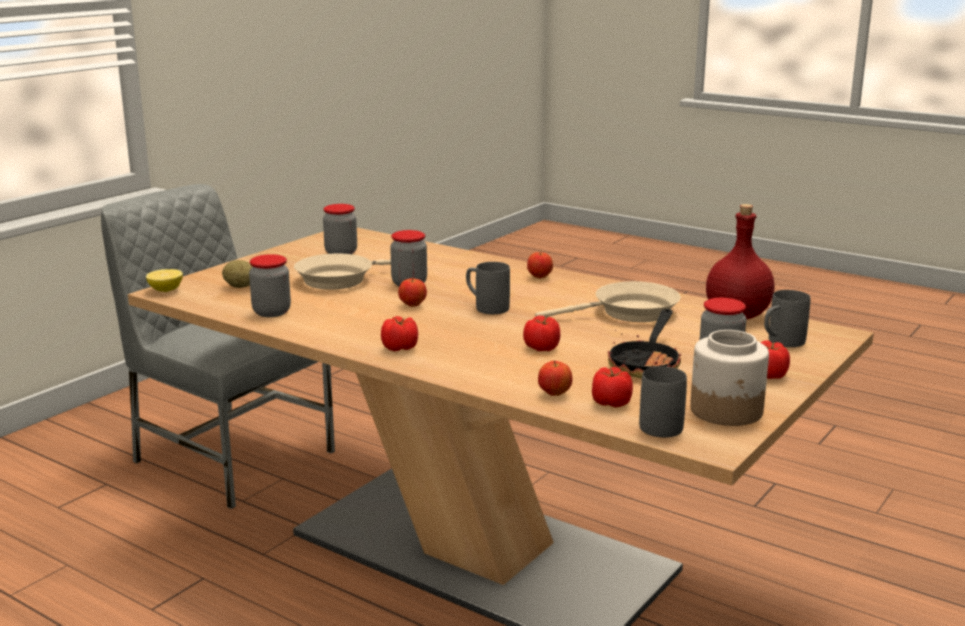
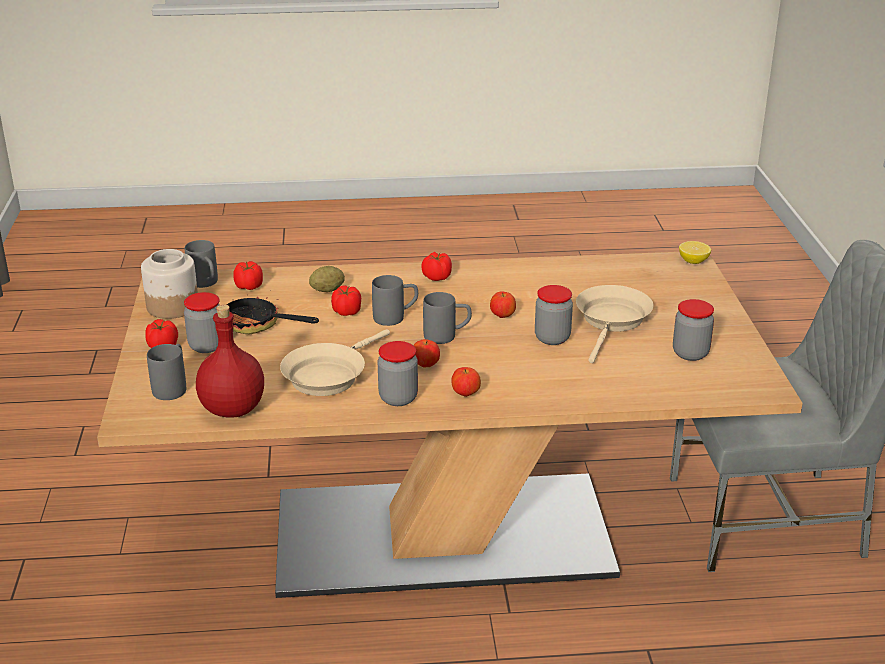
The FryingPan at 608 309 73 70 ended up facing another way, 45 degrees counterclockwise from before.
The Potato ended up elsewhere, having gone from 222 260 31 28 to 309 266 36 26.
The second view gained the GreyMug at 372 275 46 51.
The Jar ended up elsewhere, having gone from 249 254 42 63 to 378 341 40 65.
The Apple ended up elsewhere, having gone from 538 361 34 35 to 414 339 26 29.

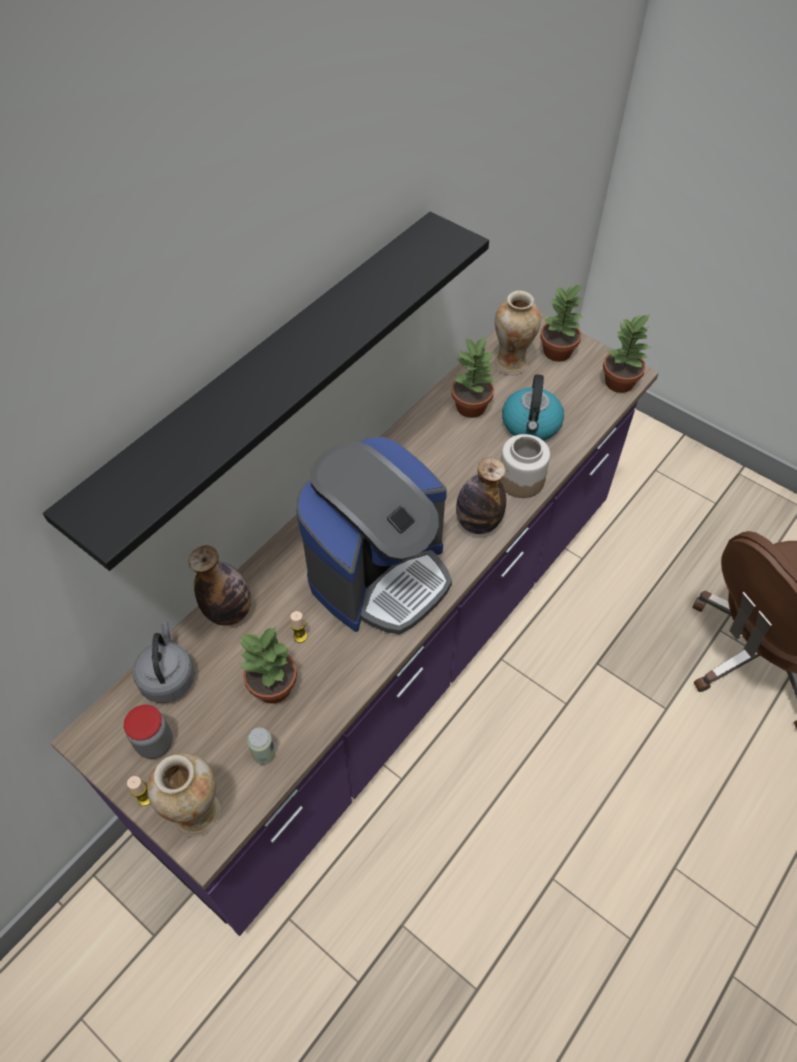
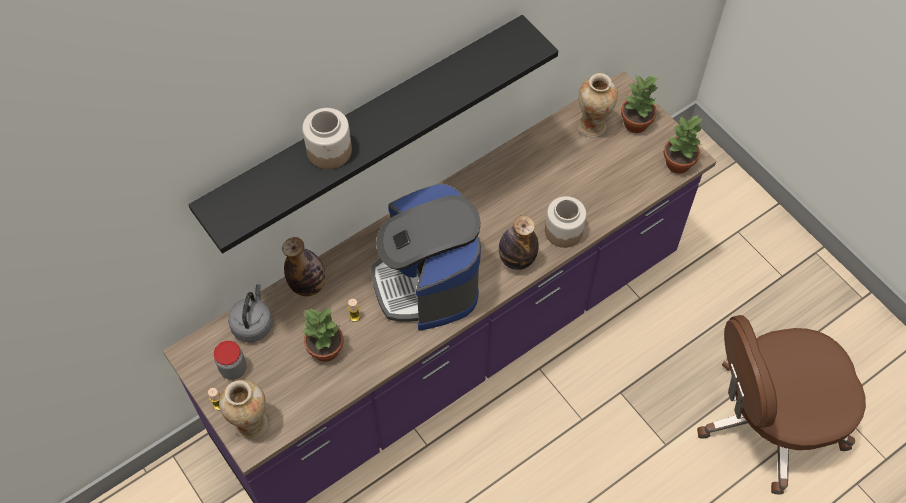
The second view gained the Jar at 302 108 50 61.
The CoffeeMachine at 296 437 156 198 ended up facing another way, 105 degrees clockwise from before.
The second view lost the Can at 247 728 29 37.
The second view lost the PottedPlant at 451 336 46 82.
The second view lost the Kettle at 502 374 62 67.

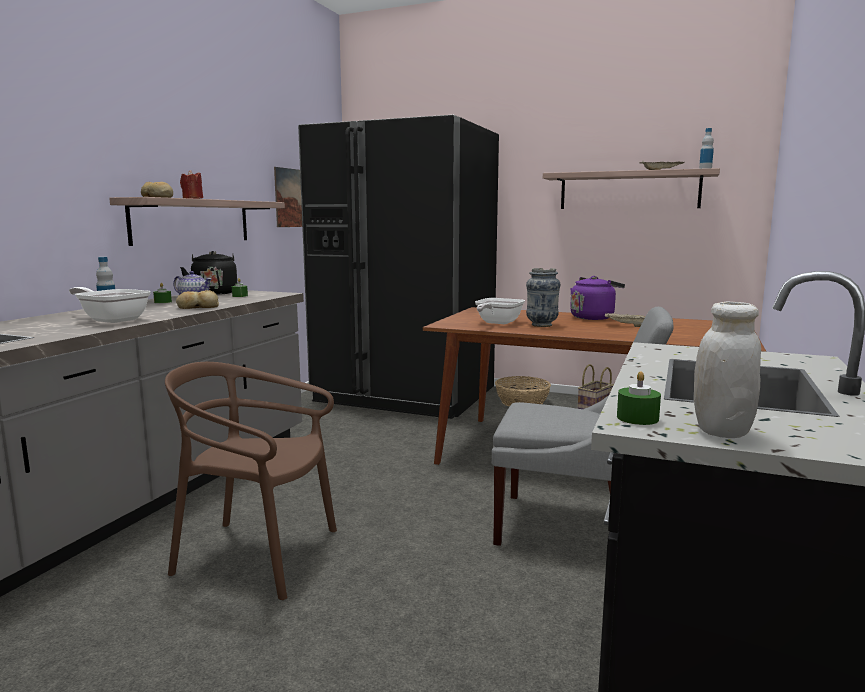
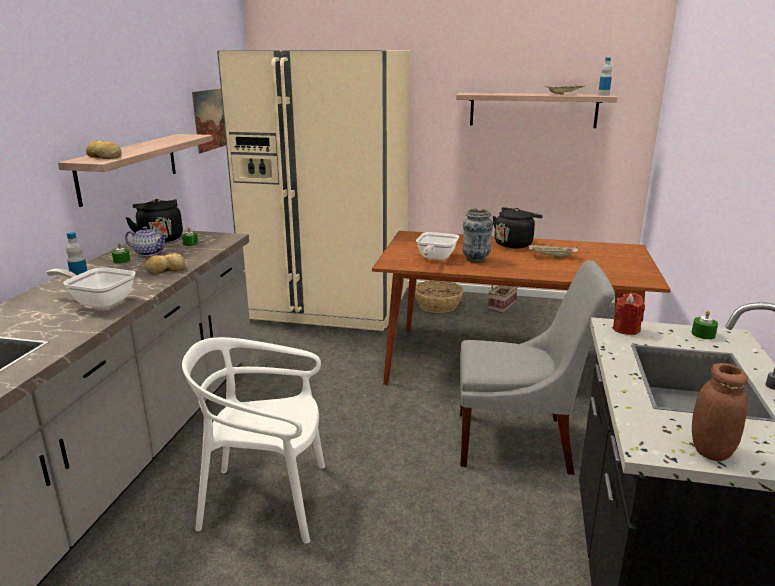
What was the BrownChair at 165 362 172 238 turned into the WhiteChair at 182 337 143 206.
What was the BlackFridge at 298 115 201 304 turned into the BeigeFridge at 217 50 193 281.
What was the PurpleKettle at 570 276 55 44 turned into the BlackKettle at 493 207 50 41.
The RedCandle ended up elsewhere, having gone from 180 170 23 29 to 613 293 32 42.
The GreenCandle ended up elsewhere, having gone from 617 371 44 54 to 691 310 27 29.
What was the WhiteJar at 694 302 67 136 turned into the BrownJar at 692 363 56 98.

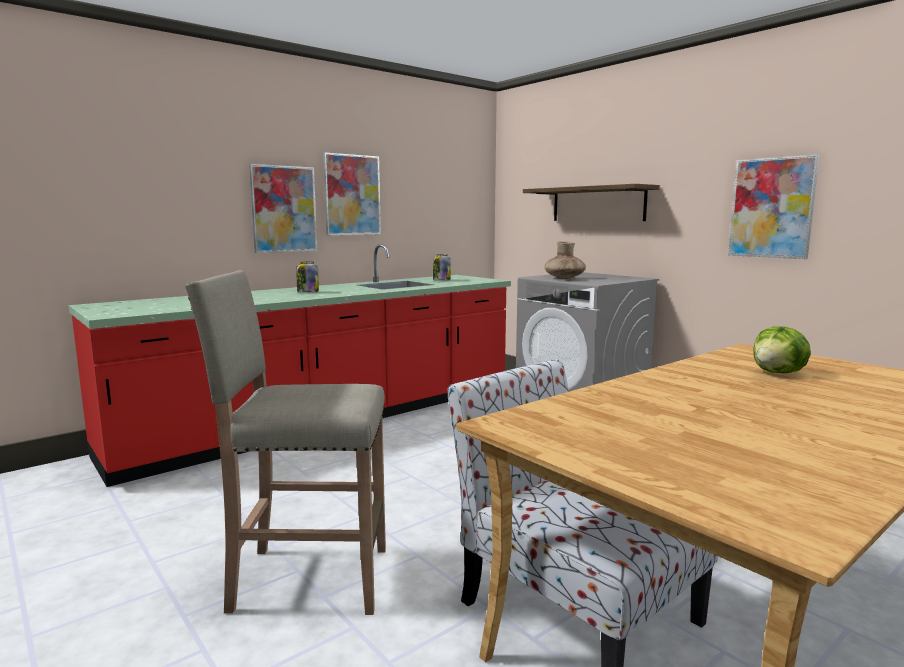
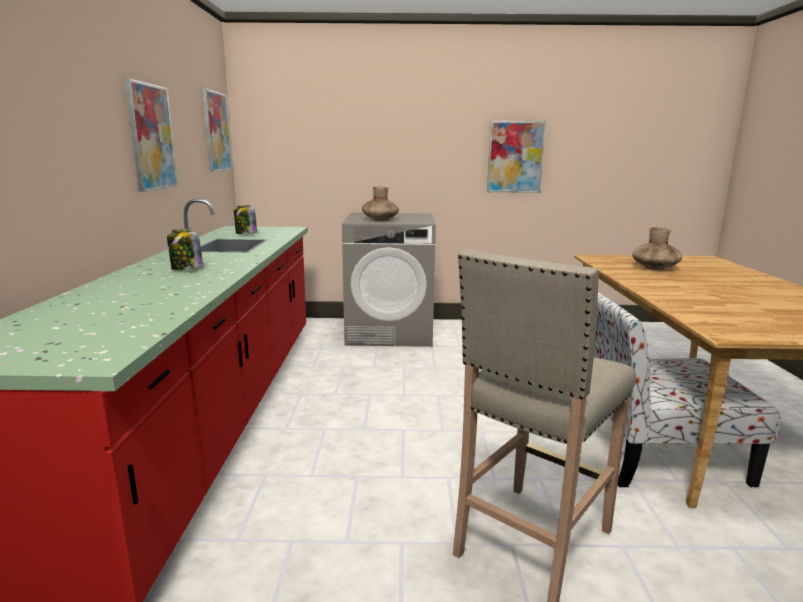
The Picture ended up elsewhere, having gone from 249 164 68 89 to 202 88 30 84.
Where the Lettuce stood at 753 326 58 47, the BrownVase came to stand at 632 227 50 43.
The second view lost the Shelf at 523 184 137 37.

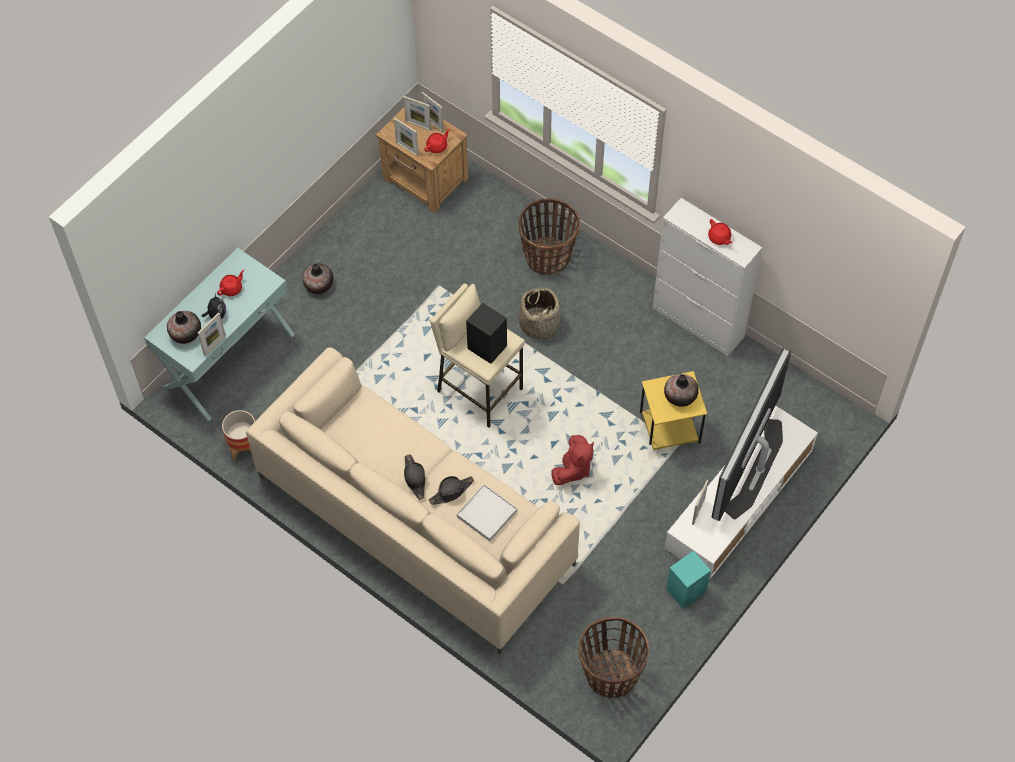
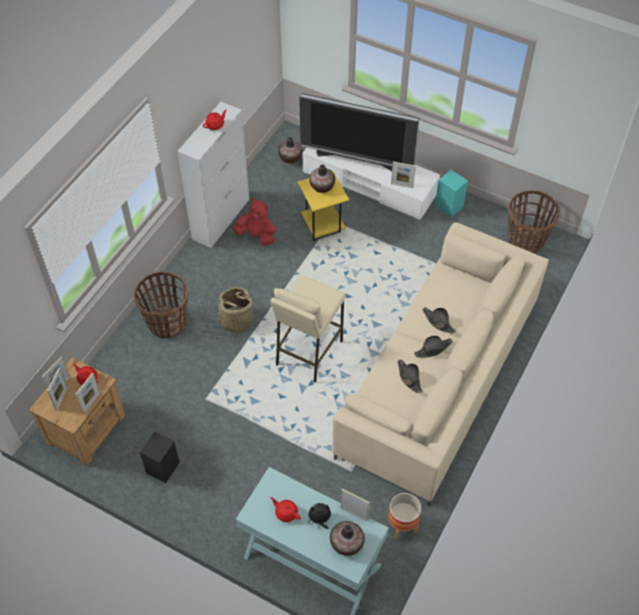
The BlackSpeaker ended up elsewhere, having gone from 466 303 41 61 to 140 431 40 52.
The RedPlushToy ended up elsewhere, having gone from 552 435 42 50 to 232 198 44 48.
The Vase ended up elsewhere, having gone from 302 263 31 31 to 278 137 24 26.
The second view gained the BlackHat at 398 359 25 34.
The second view lost the WhiteTray at 456 484 61 57.

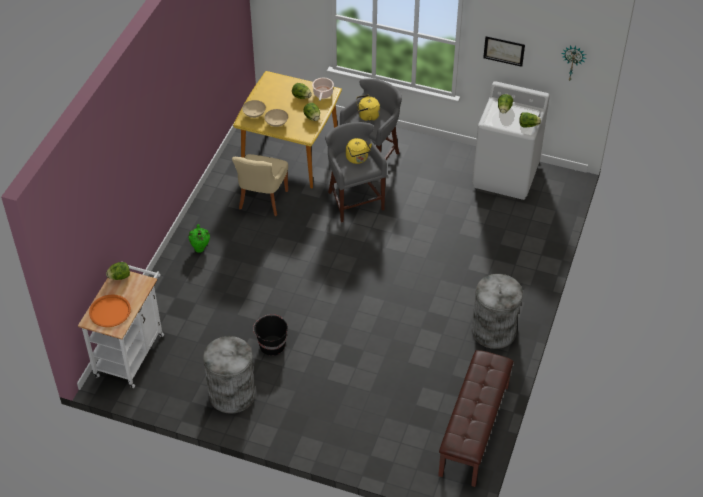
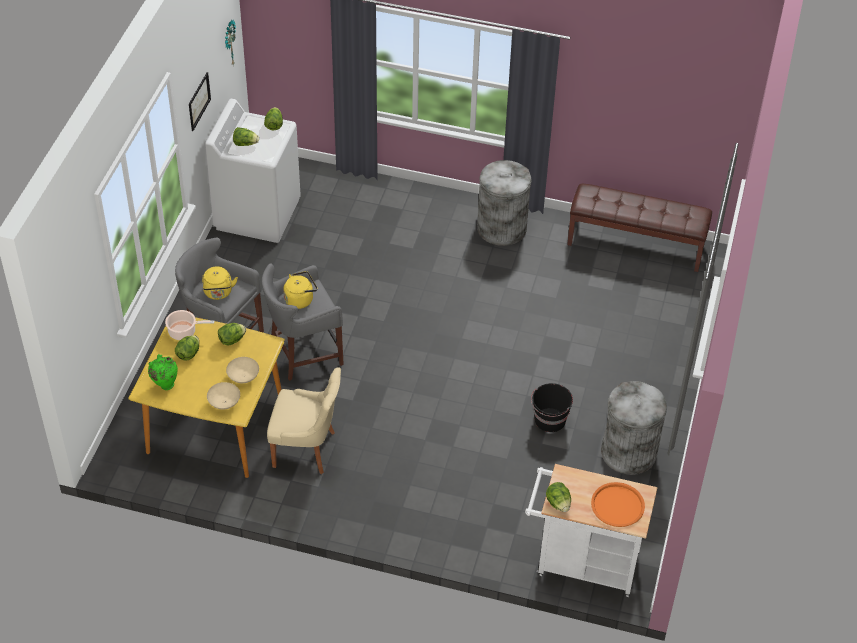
The GreenVase ended up elsewhere, having gone from 189 224 21 29 to 148 354 30 36.

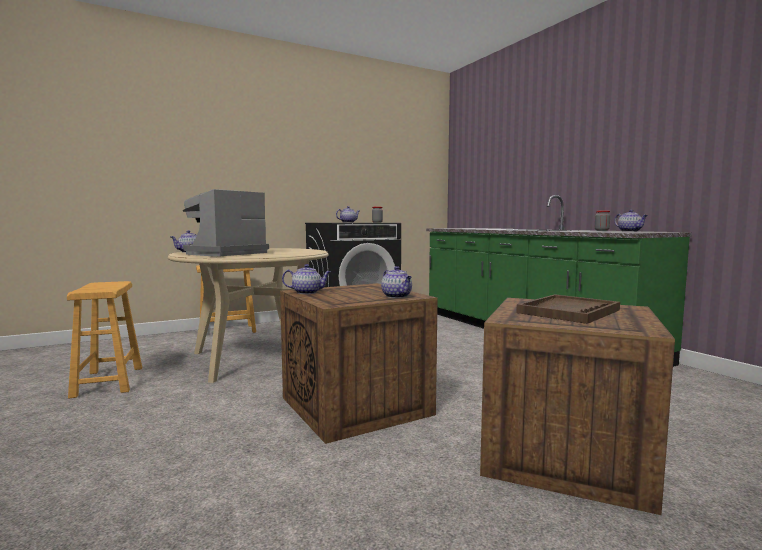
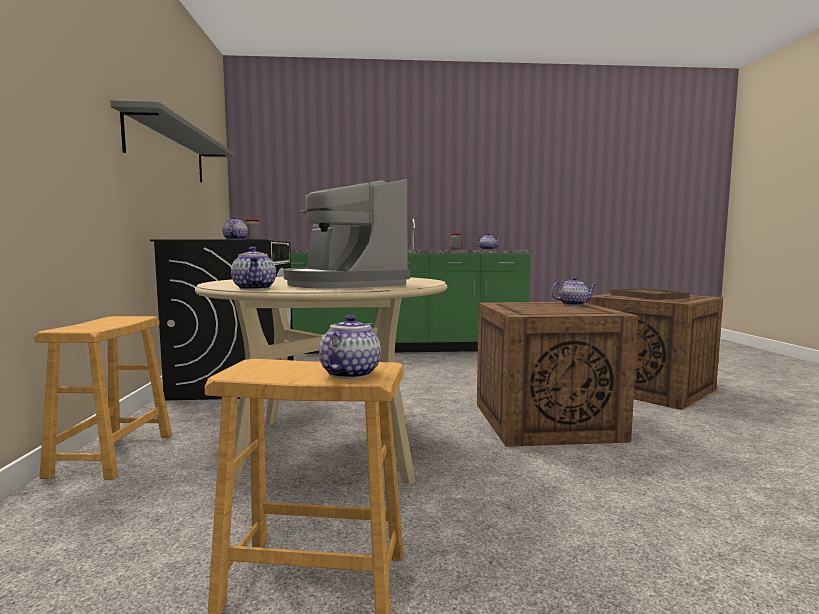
The second view gained the GreyShelf at 110 100 125 82.
The Teapot ended up elsewhere, having gone from 282 264 49 30 to 319 314 62 65.

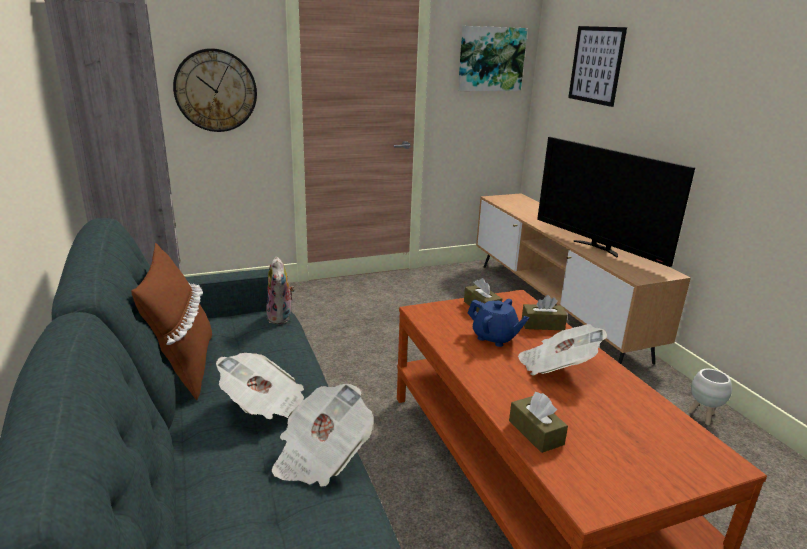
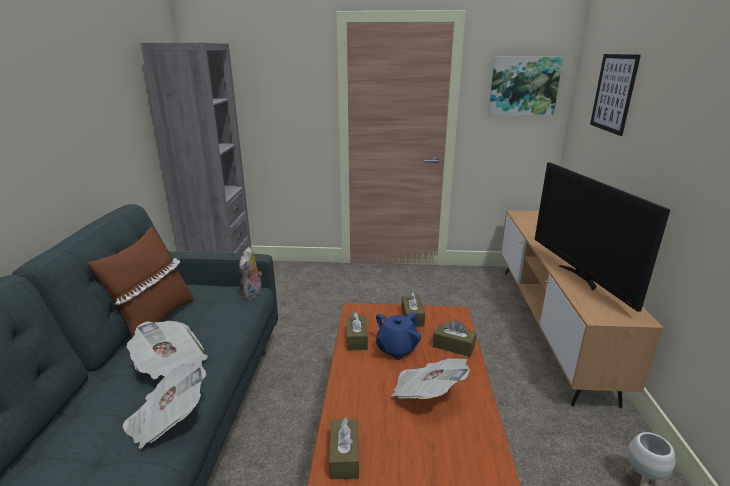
The second view gained the BrownTissueBox at 347 311 21 39.
The BlueTeapot at 468 299 62 48 ended up facing another way, 75 degrees clockwise from before.
The second view lost the WallClock at 173 48 84 84.

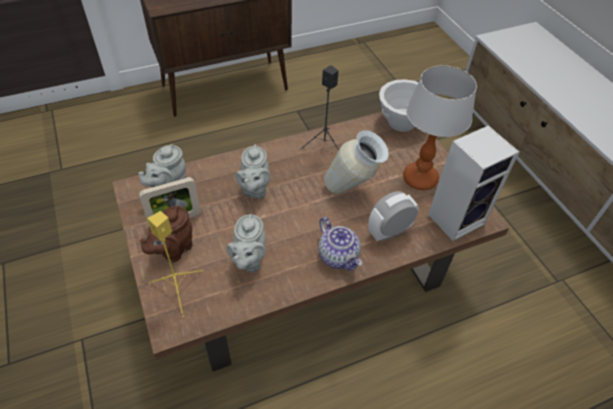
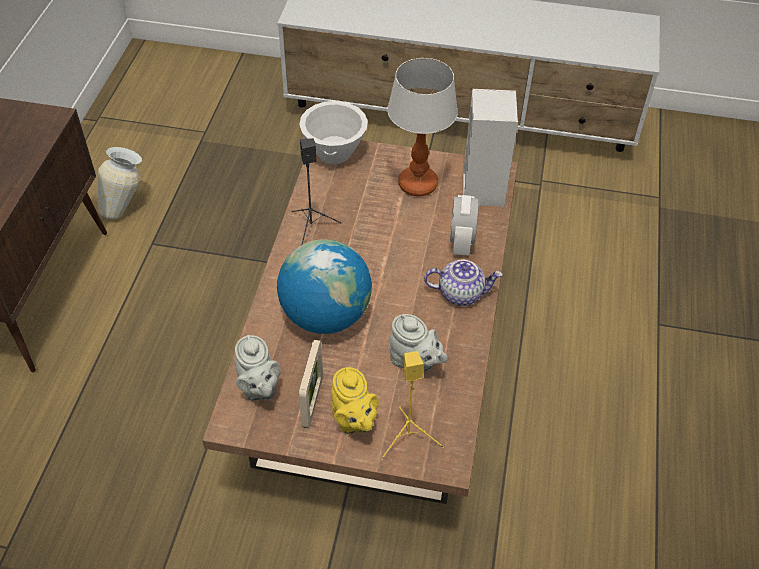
The Vase ended up elsewhere, having gone from 324 130 65 64 to 98 147 44 72.
Where the GreyTeapot stood at 235 144 36 55, the Globe came to stand at 277 239 95 95.
What was the BrownTeapot at 140 206 52 56 turned into the YellowTeapot at 331 367 48 67.

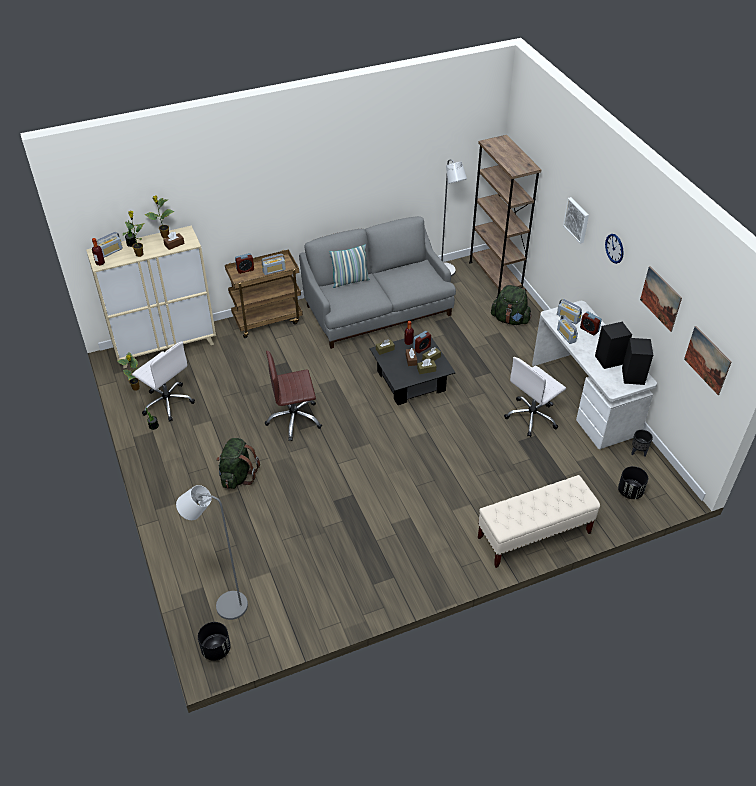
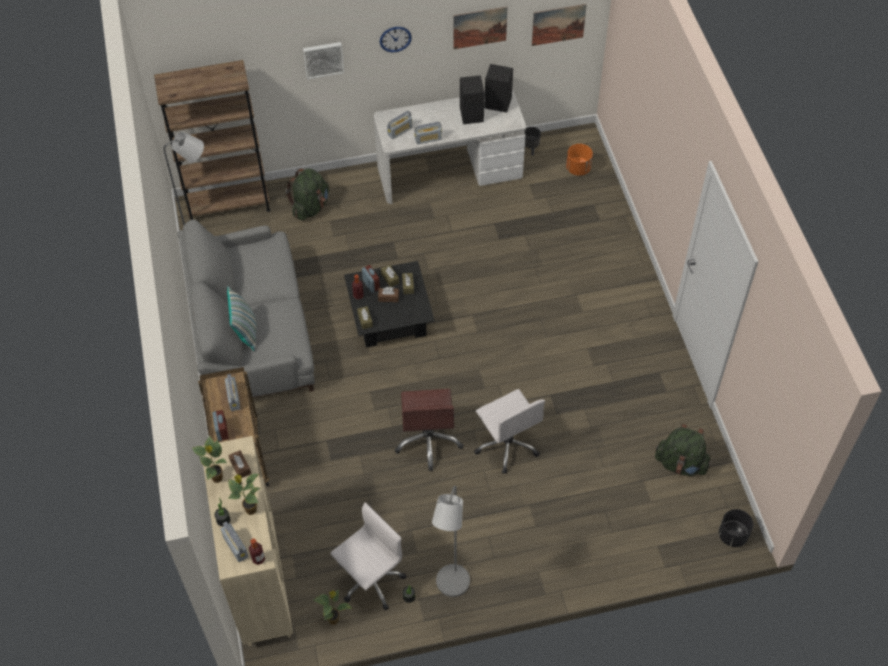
The GreyFloorLamp ended up elsewhere, having gone from 176 485 72 135 to 432 486 38 111.
The WhiteOfficeChair ended up elsewhere, having gone from 504 357 62 80 to 474 389 71 85.
What was the BlackPlanter at 618 466 30 33 turned into the OrangePlanter at 566 144 27 32.
The GreenBackpack ended up elsewhere, having gone from 216 438 44 51 to 655 424 56 52.
The second view lost the BeigeBench at 478 475 122 93.
The second view lost the AlarmClock at 580 311 22 24.

